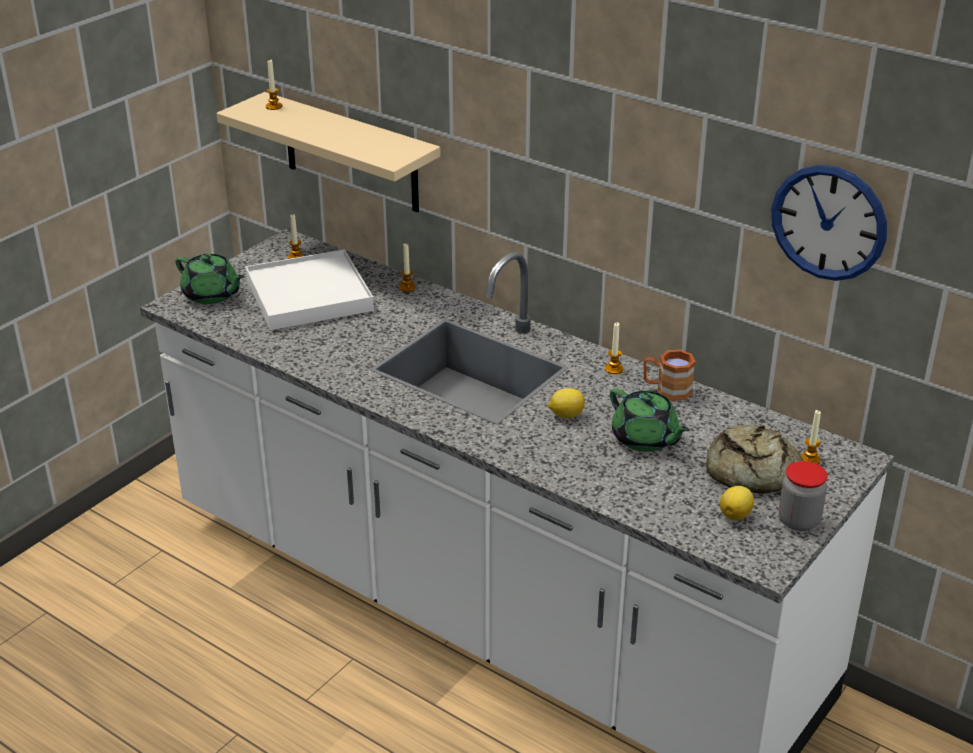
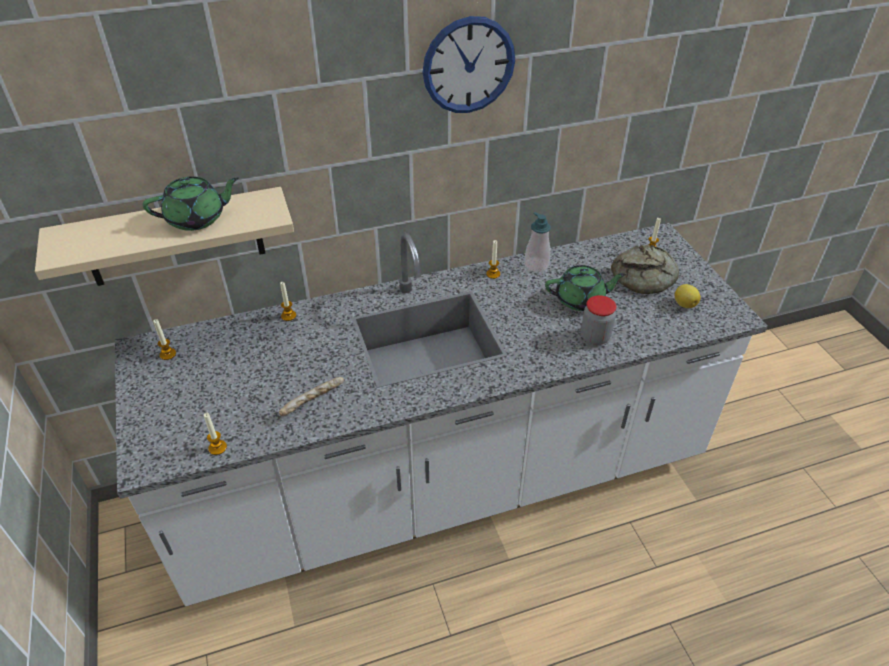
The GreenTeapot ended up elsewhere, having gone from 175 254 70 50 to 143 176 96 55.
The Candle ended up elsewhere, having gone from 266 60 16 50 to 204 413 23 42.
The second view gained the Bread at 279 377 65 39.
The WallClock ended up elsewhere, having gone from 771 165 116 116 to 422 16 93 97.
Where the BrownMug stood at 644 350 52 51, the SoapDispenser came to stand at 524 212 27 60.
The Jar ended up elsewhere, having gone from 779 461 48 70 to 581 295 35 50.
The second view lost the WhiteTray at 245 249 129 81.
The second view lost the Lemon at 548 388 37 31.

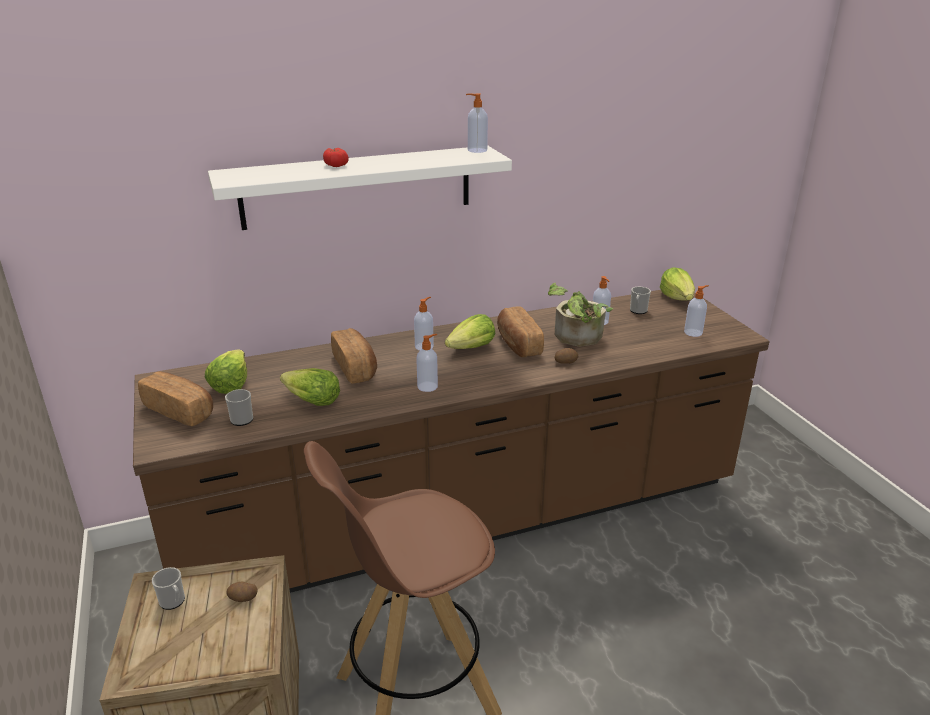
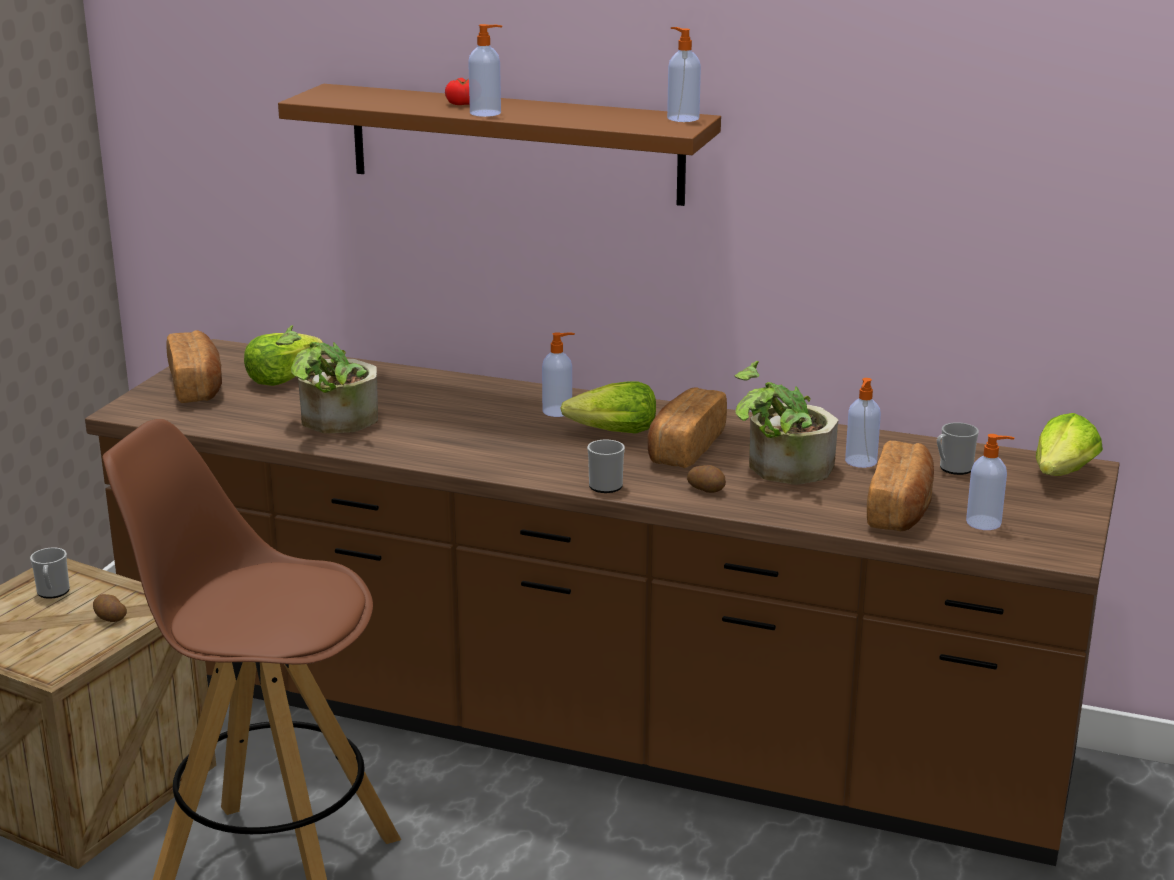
Where the Lettuce stood at 280 368 60 38, the PottedPlant came to stand at 276 326 102 108.
What was the WhiteShelf at 208 146 304 84 turned into the BrownShelf at 278 84 443 122.
The SoapDispenser ended up elsewhere, having gone from 416 334 22 58 to 468 24 34 93.
The Mug ended up elsewhere, having gone from 225 389 28 37 to 587 439 38 54.
The Bread ended up elsewhere, having gone from 331 328 46 56 to 867 441 67 90.

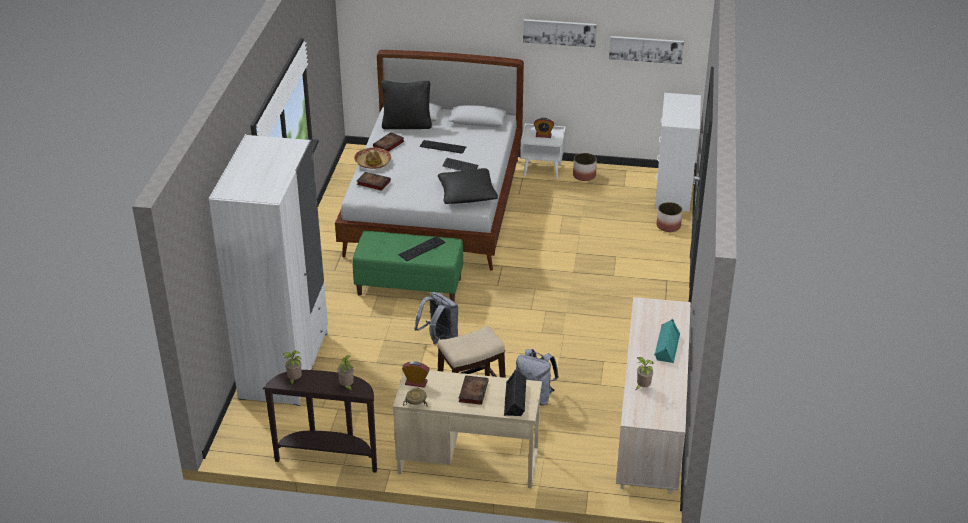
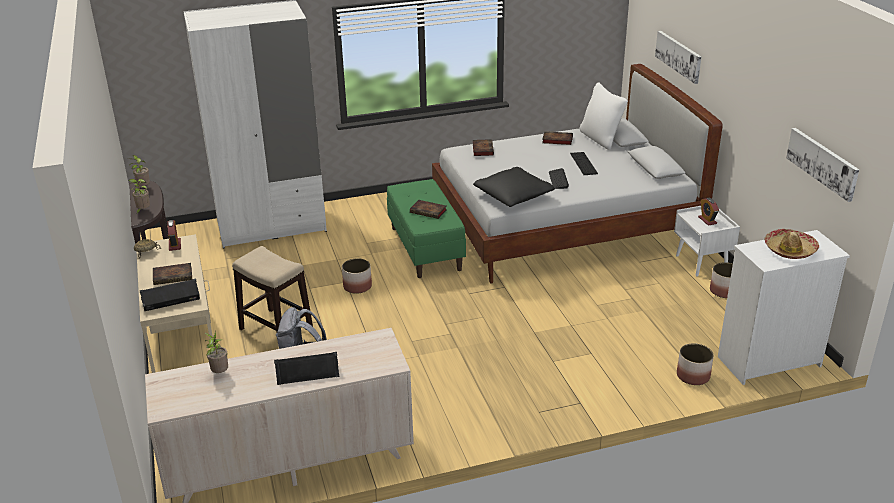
What was the TurquoiseSpeaker at 654 319 26 44 turned into the BlackSpeaker at 274 352 65 33.
Where the GreyBackpack stood at 414 292 44 52, the Planter came to stand at 342 258 30 36.
Where the Keyboard stood at 398 236 47 25, the Book came to stand at 410 200 37 19.
What was the BlackPillow at 381 80 51 49 turned into the WhitePillow at 580 82 48 68.
The Picture ended up elsewhere, having gone from 523 19 74 28 to 655 31 46 53.
The Hat ended up elsewhere, having gone from 354 147 37 22 to 765 229 54 30.

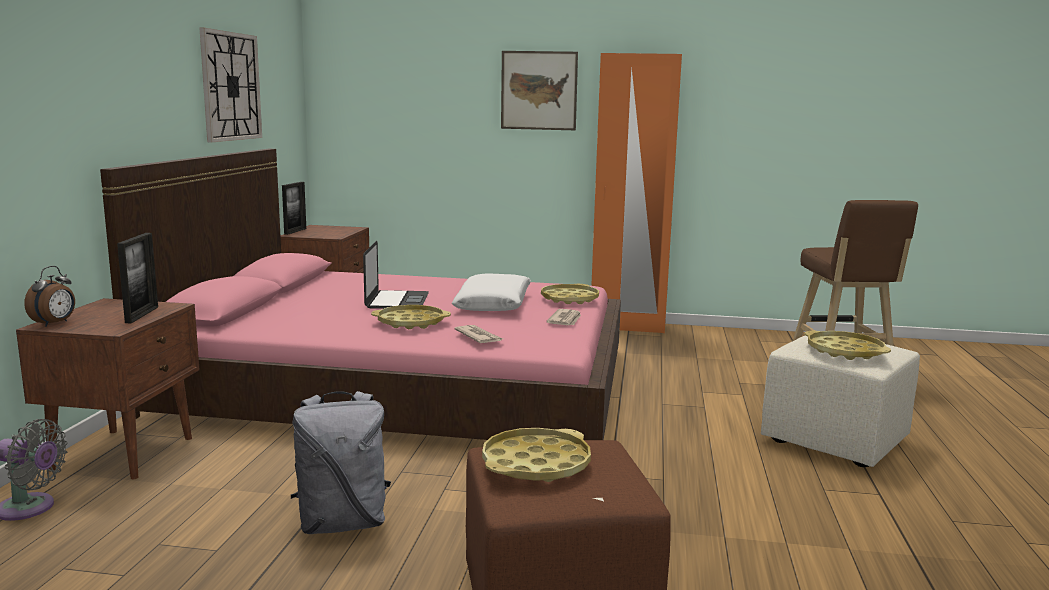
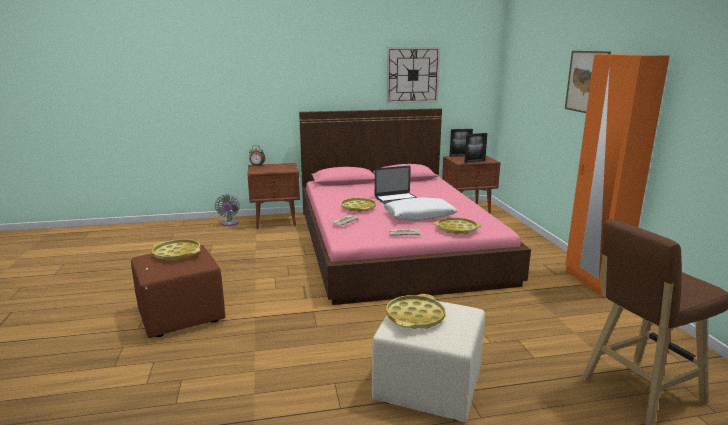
The PictureFrame ended up elsewhere, having gone from 117 233 41 90 to 465 133 22 30.
The second view lost the GreyBackpack at 291 391 100 143.

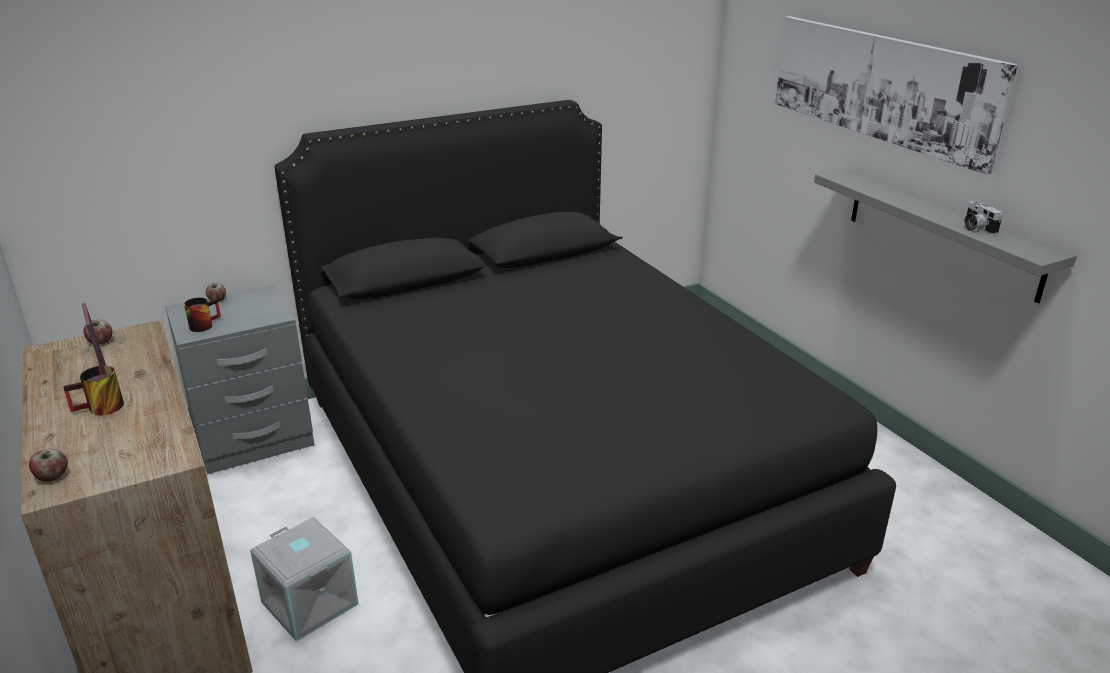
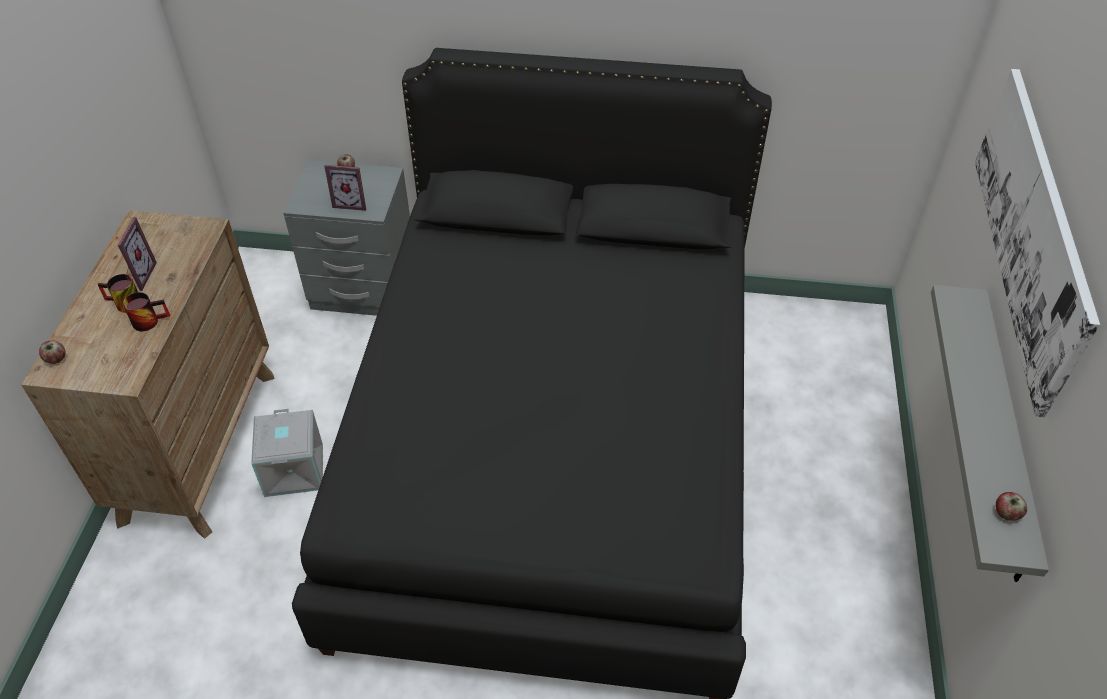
The Mug ended up elsewhere, having gone from 184 298 37 34 to 123 292 47 39.
The second view gained the PictureFrame at 324 165 42 46.
The Apple ended up elsewhere, having gone from 84 320 28 25 to 996 492 31 29.
The second view lost the PhotoCamera at 964 201 39 34.

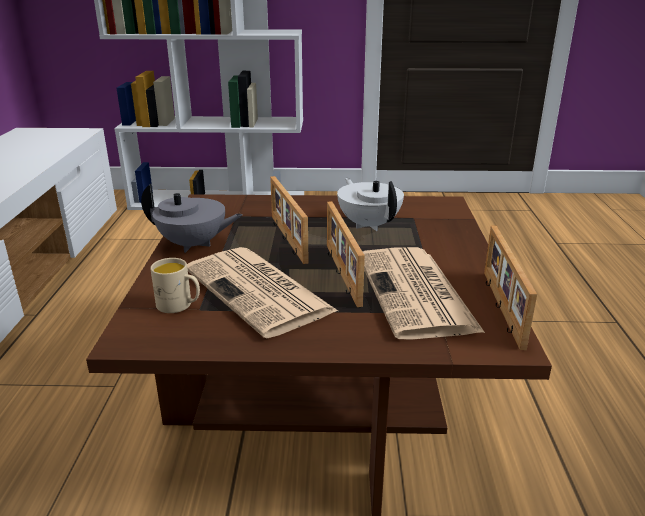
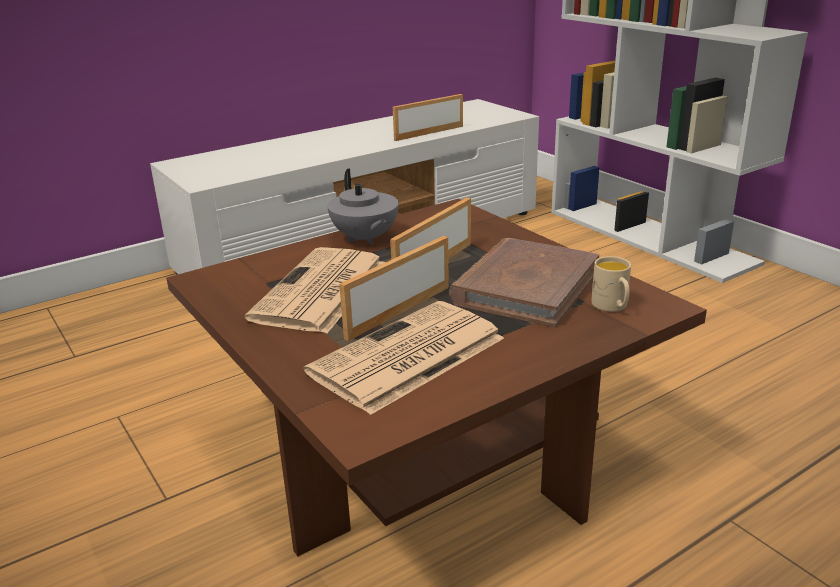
The PictureFrame ended up elsewhere, having gone from 484 226 53 124 to 393 94 70 47.
Where the WhiteTeapot stood at 337 178 67 53, the BrownBook came to stand at 449 238 150 90.
The BeigeMug ended up elsewhere, having gone from 150 258 50 55 to 591 256 40 56.

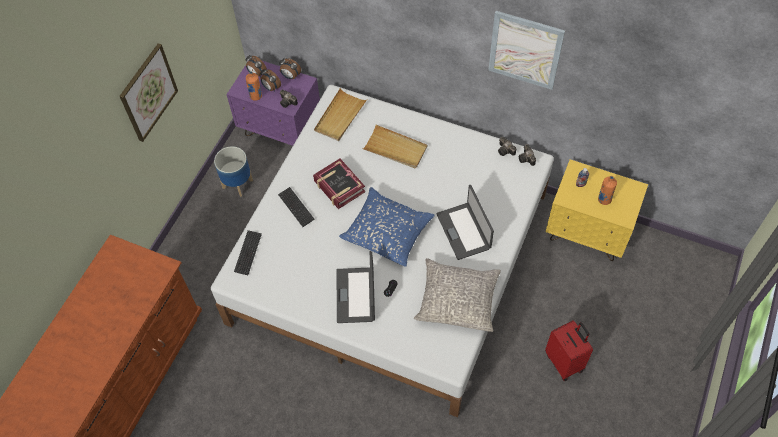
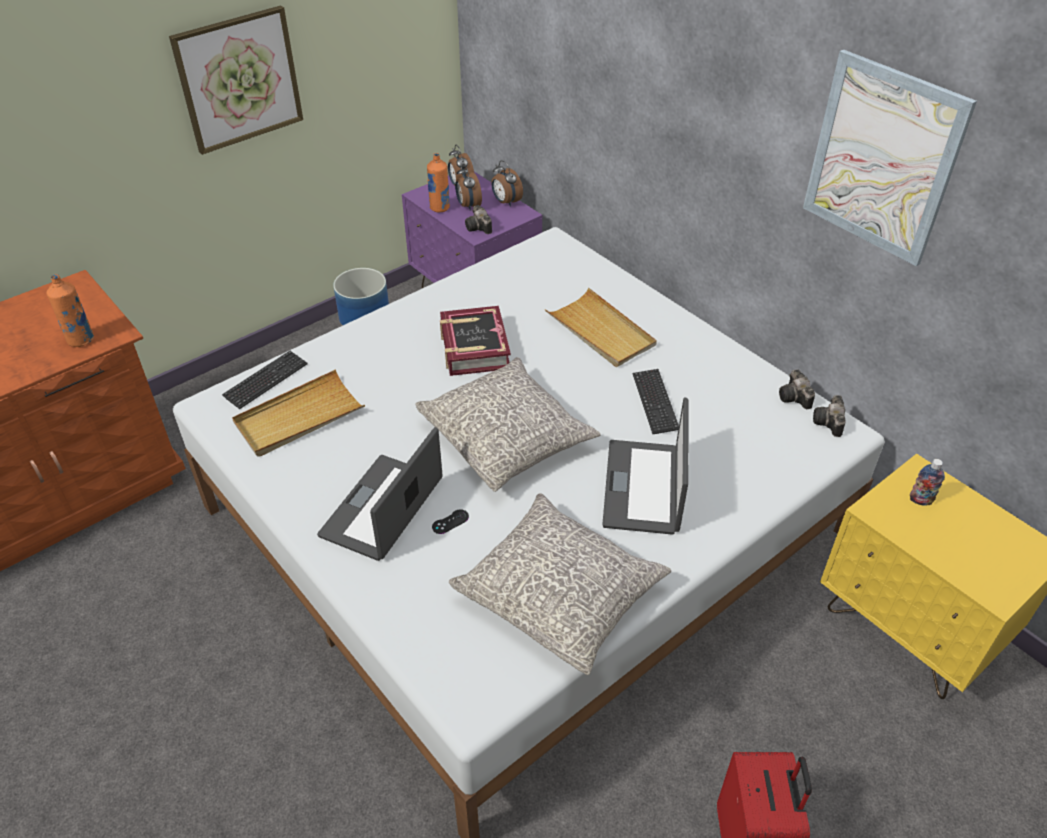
The OrangeBottle ended up elsewhere, having gone from 598 176 19 29 to 46 274 48 73.
The BeigeTray ended up elsewhere, having gone from 314 88 53 53 to 232 369 133 88.
What was the BluePillow at 339 187 96 80 turned into the GreyPillow at 416 357 185 135.
The Keyboard ended up elsewhere, having gone from 278 187 36 40 to 633 369 46 65.

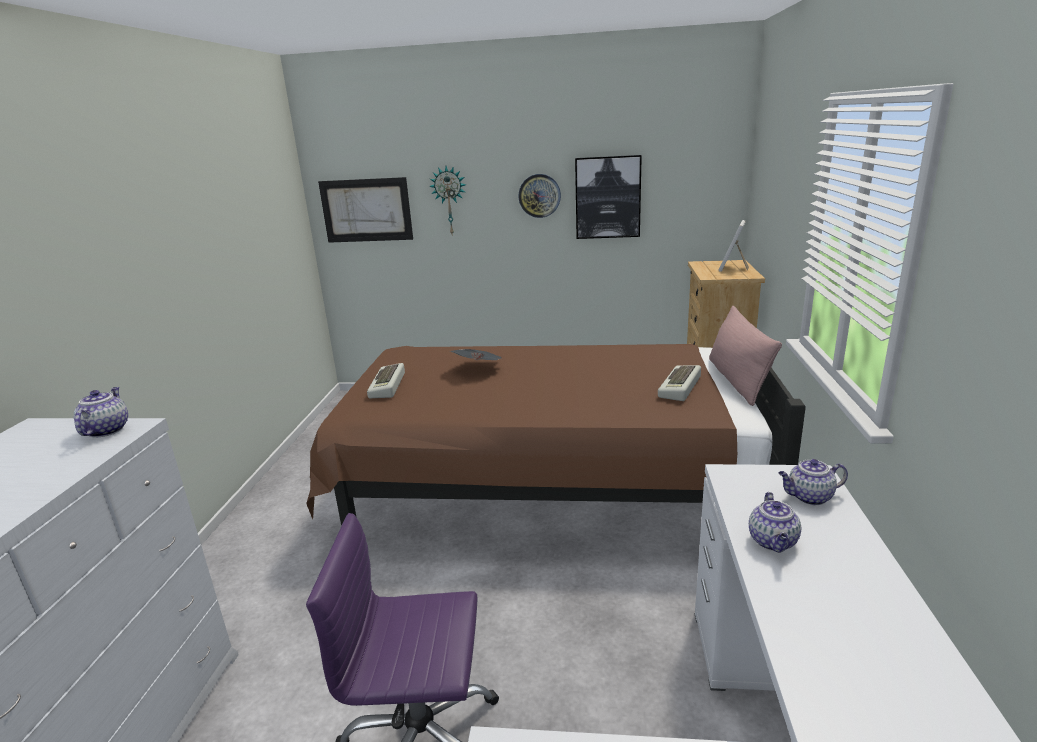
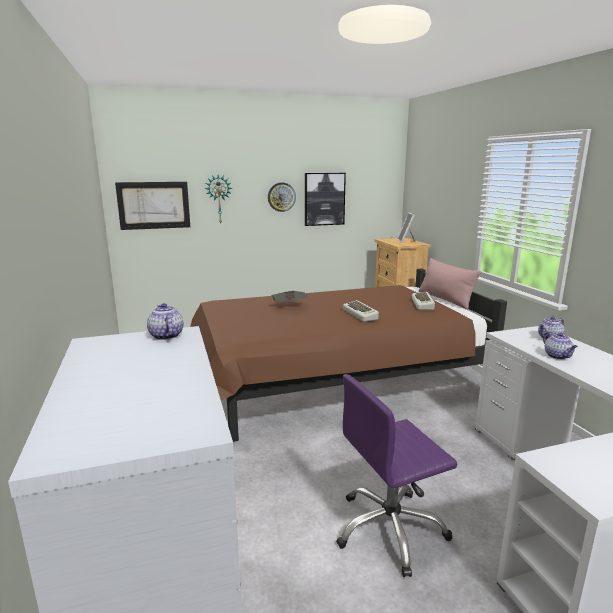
The Keyboard ended up elsewhere, having gone from 367 363 38 35 to 343 300 36 22.

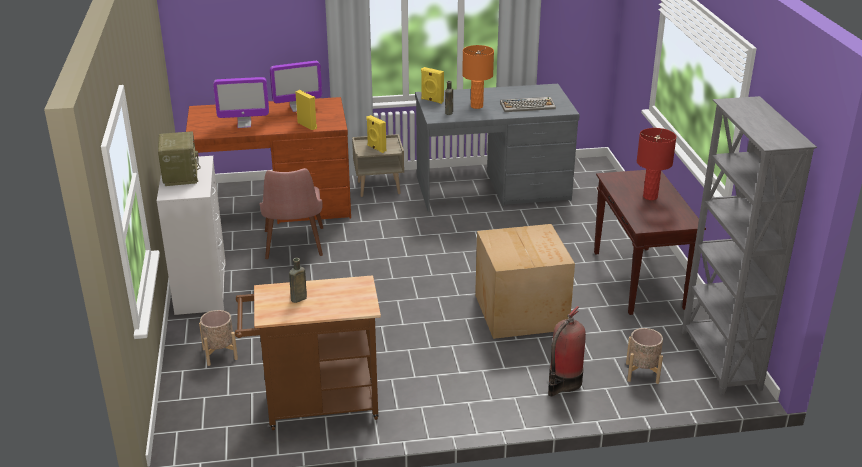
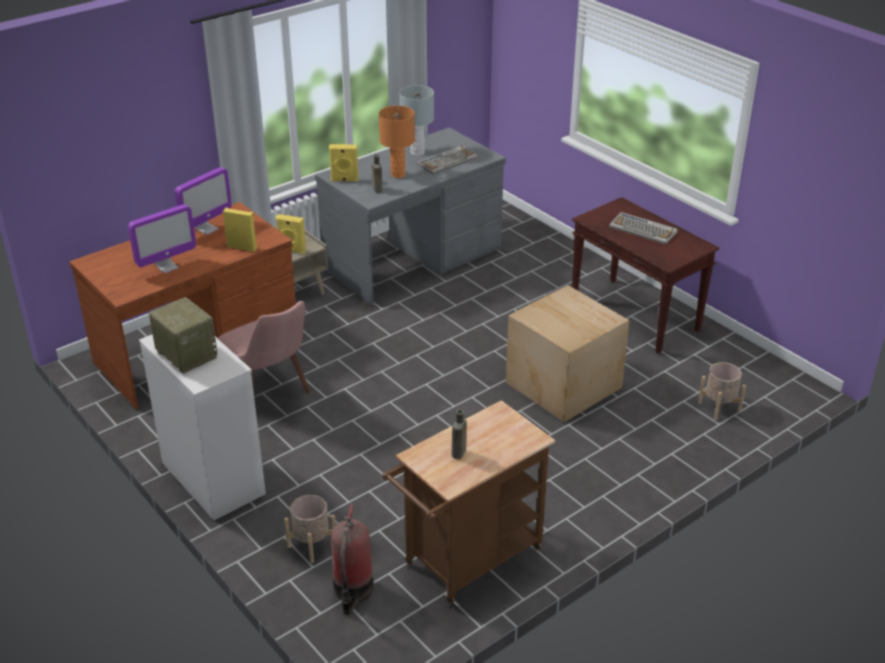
The FireExtinguisher ended up elsewhere, having gone from 548 306 38 90 to 331 504 43 111.
The second view gained the GreyTableLamp at 399 85 35 71.
Where the RedTableLamp stood at 637 128 39 72, the Keyboard came to stand at 609 212 69 32.
The second view lost the GreyBookcase at 682 96 135 299.

